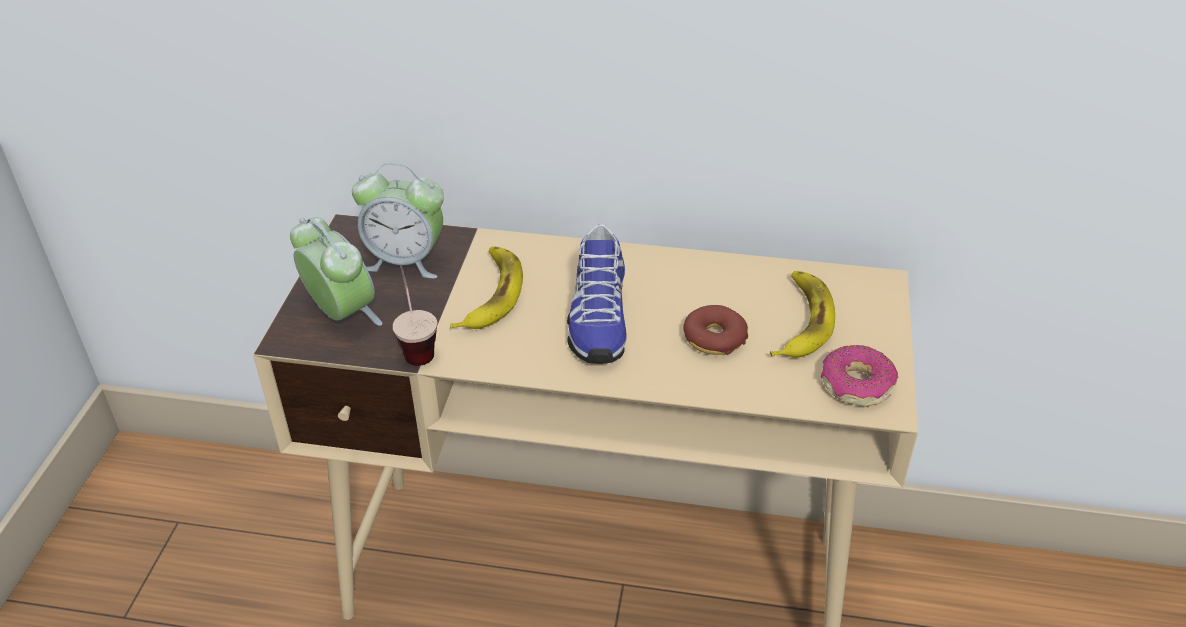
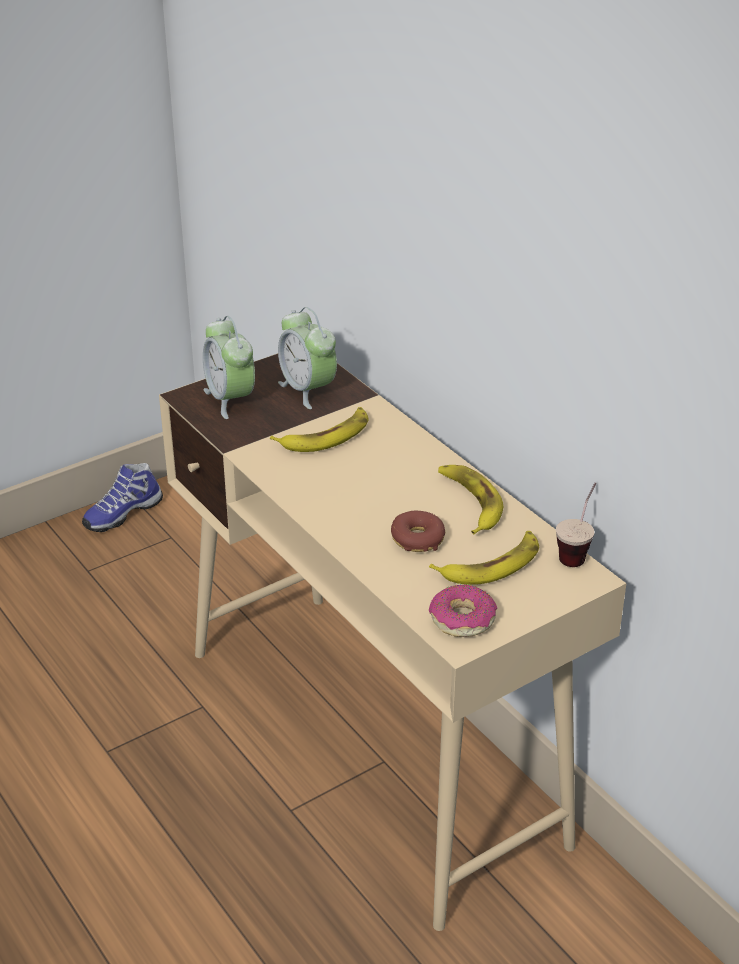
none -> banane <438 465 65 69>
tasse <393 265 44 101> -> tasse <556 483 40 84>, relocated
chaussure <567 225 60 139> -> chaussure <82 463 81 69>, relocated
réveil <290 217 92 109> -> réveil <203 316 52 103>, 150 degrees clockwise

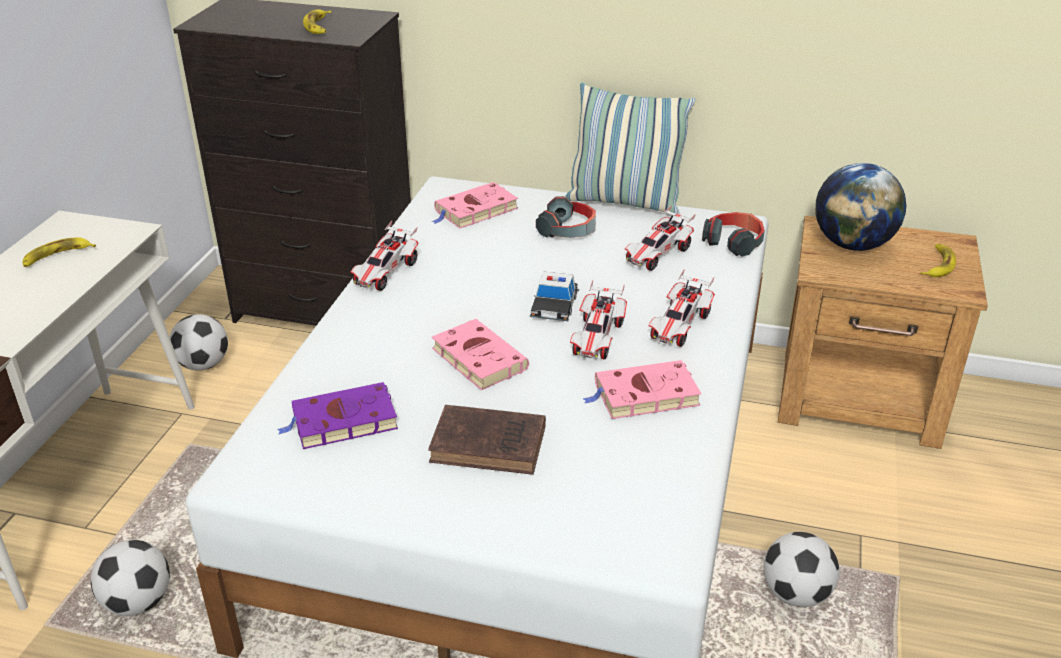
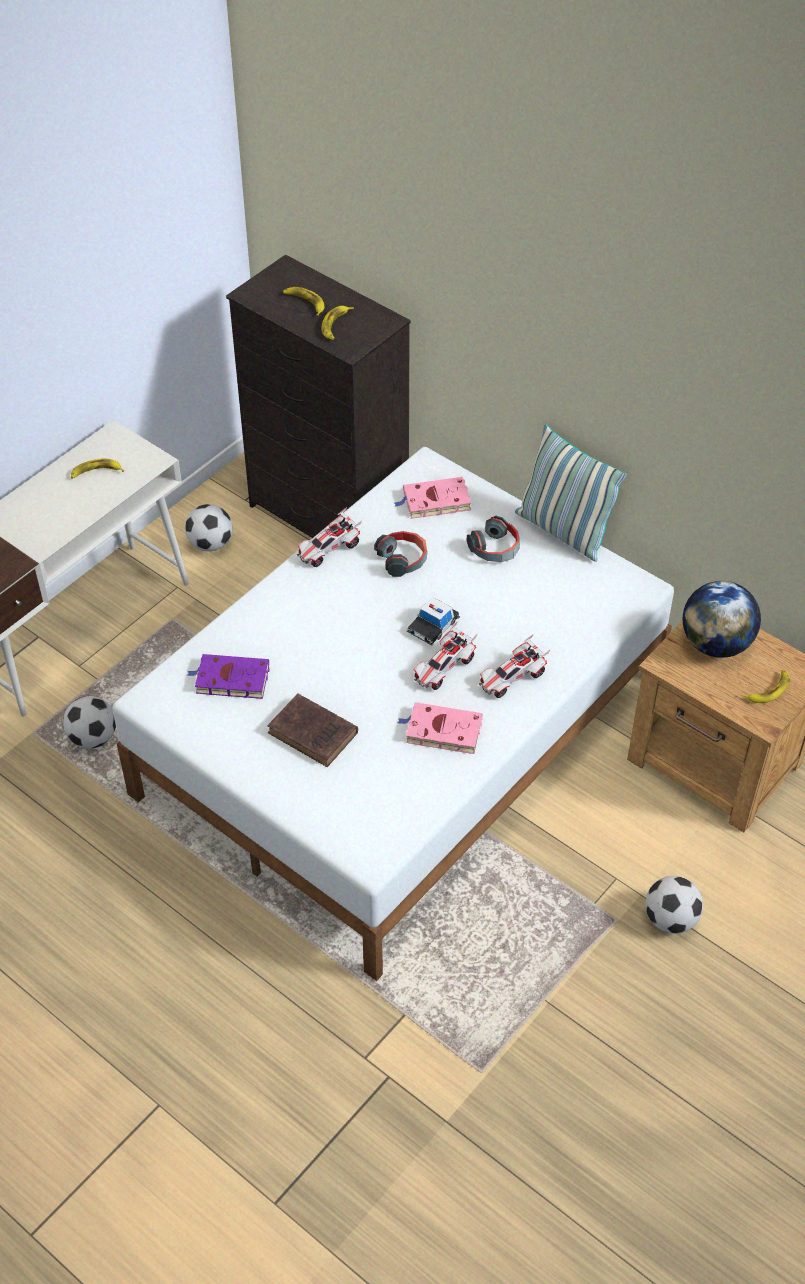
livre [rose] <431 319 98 71> -> none
petite voiture <625 205 71 66> -> none
none -> banane <283 287 41 29>
casque audio <702 212 63 45> -> casque audio <374 531 53 46>, relocated
ballon de foot <763 532 76 75> -> ballon de foot <645 876 58 58>, relocated

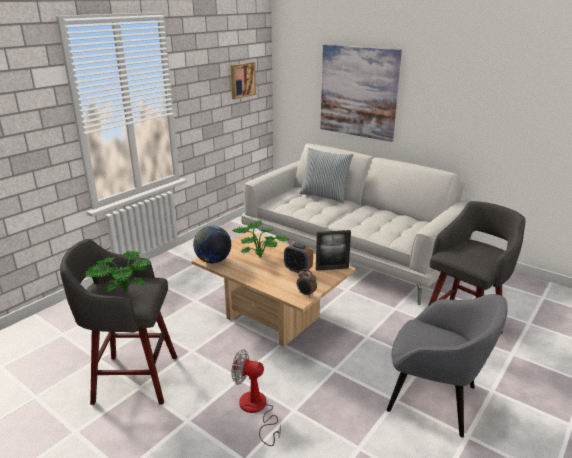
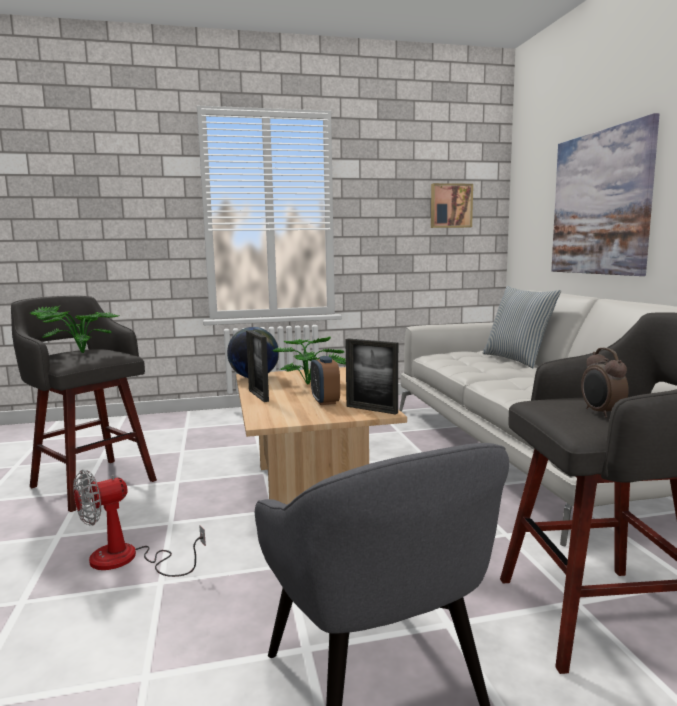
none -> cadre photo <246 330 23 72>
réveil <297 269 20 28> -> réveil <581 348 48 70>, relocated
ventilateur <232 349 49 97> -> ventilateur <73 470 133 107>, 90 degrees counterclockwise

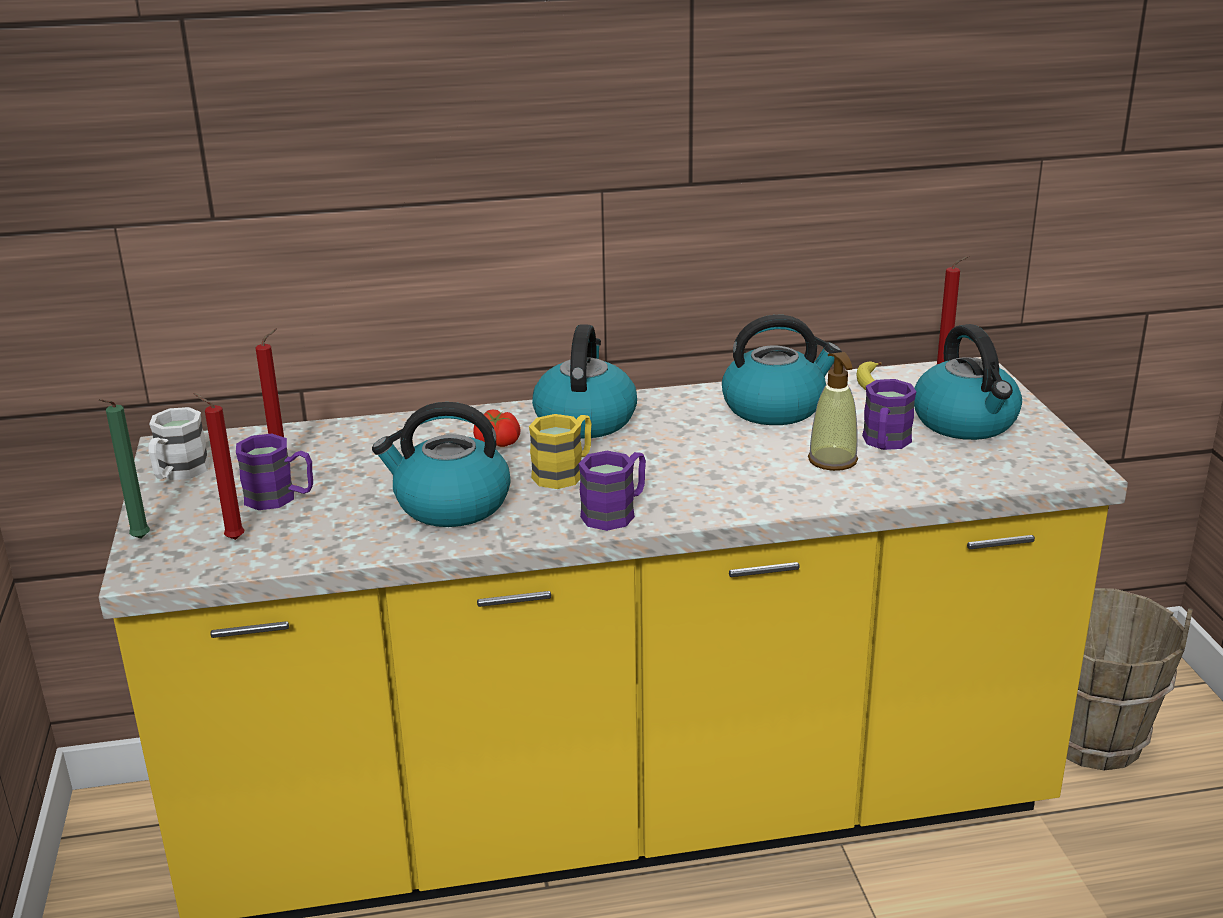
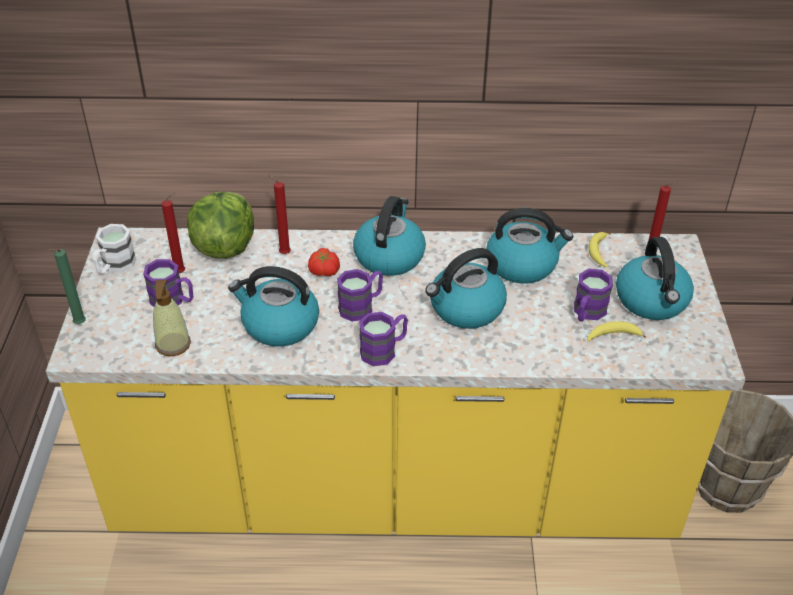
none -> laitue <187 192 67 67>
none -> bouilloire <425 248 82 81>
none -> banane <587 321 59 21>
bougie [rouge] <193 393 51 147> -> bougie [rouge] <268 174 23 80>, relocated
distributeur de savon <808 352 50 119> -> distributeur de savon <153 280 38 76>, relocated
mug [jaune] <529 414 62 75> -> mug [violet] <337 269 46 53>

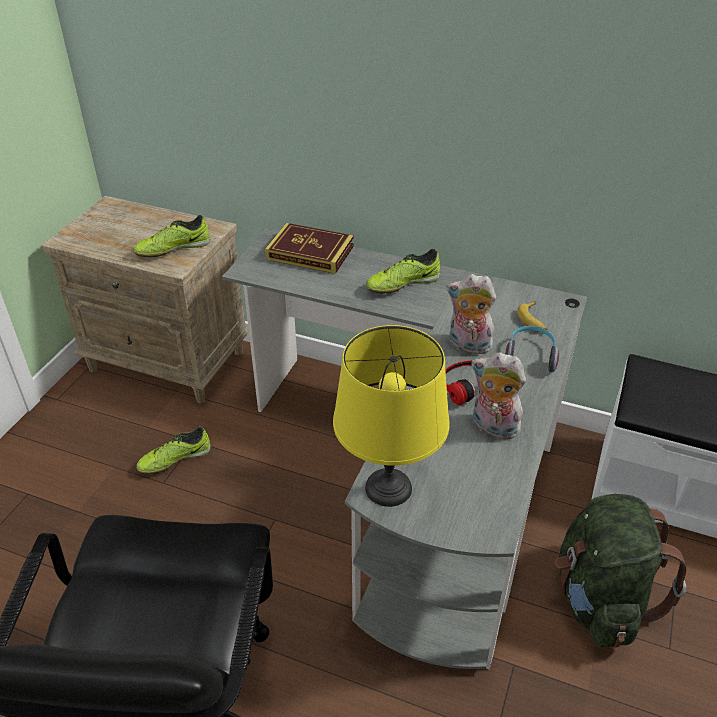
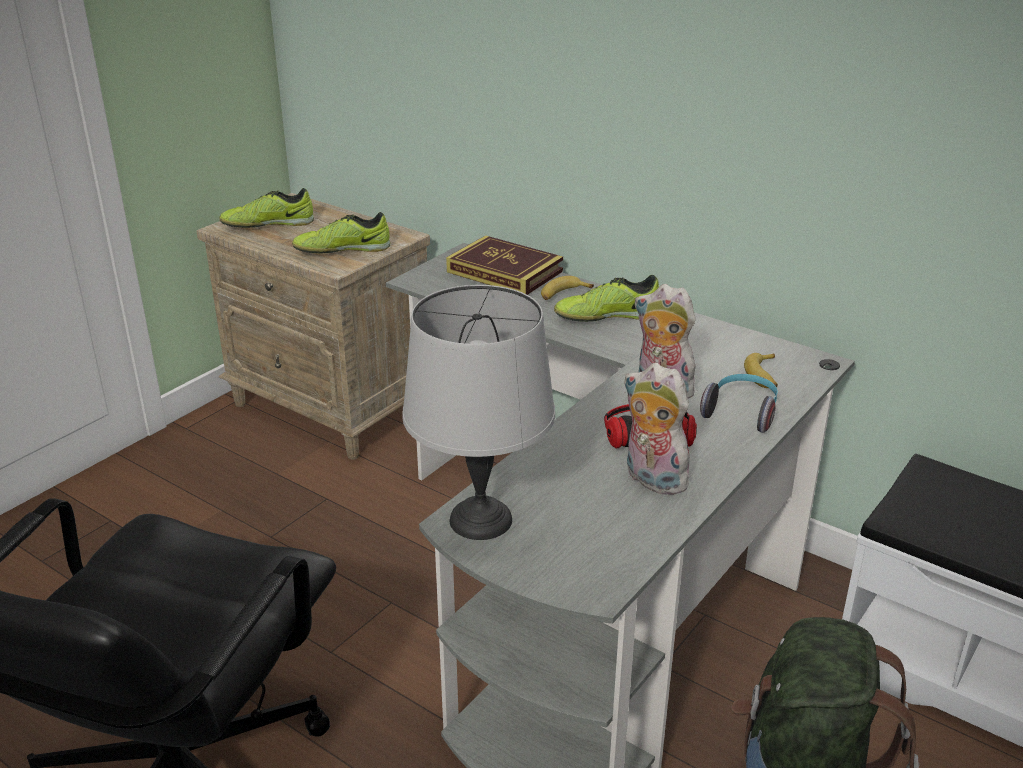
none -> banane <541 276 53 24>
chaussure <136 426 75 48> -> chaussure <219 188 95 40>, relocated
lampe de table [jaune] <333 325 116 182> -> lampe de table [gris] <402 285 153 255>

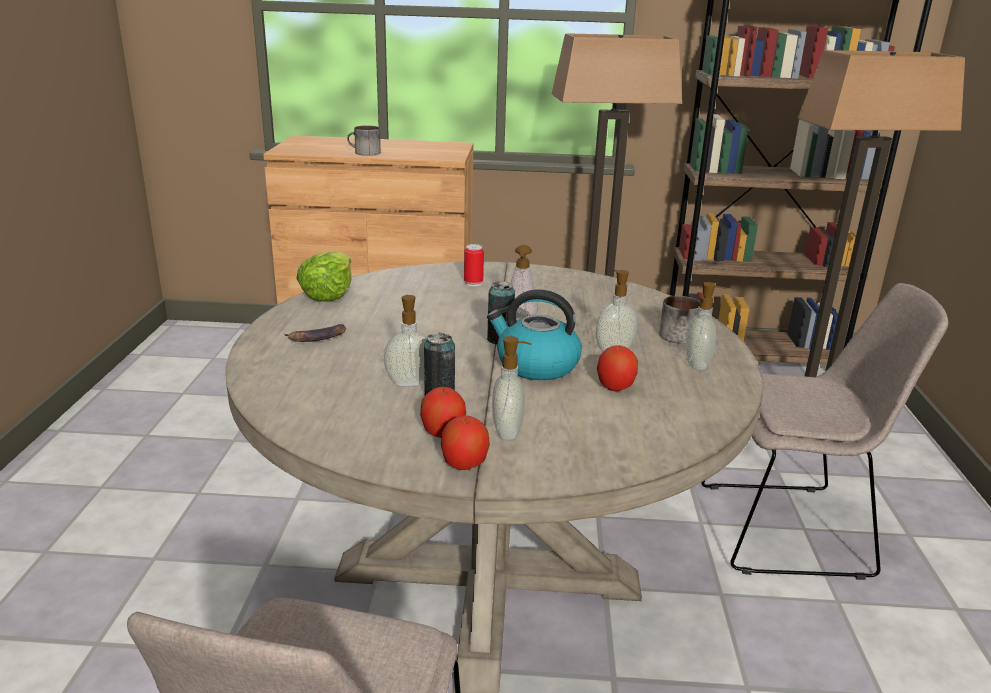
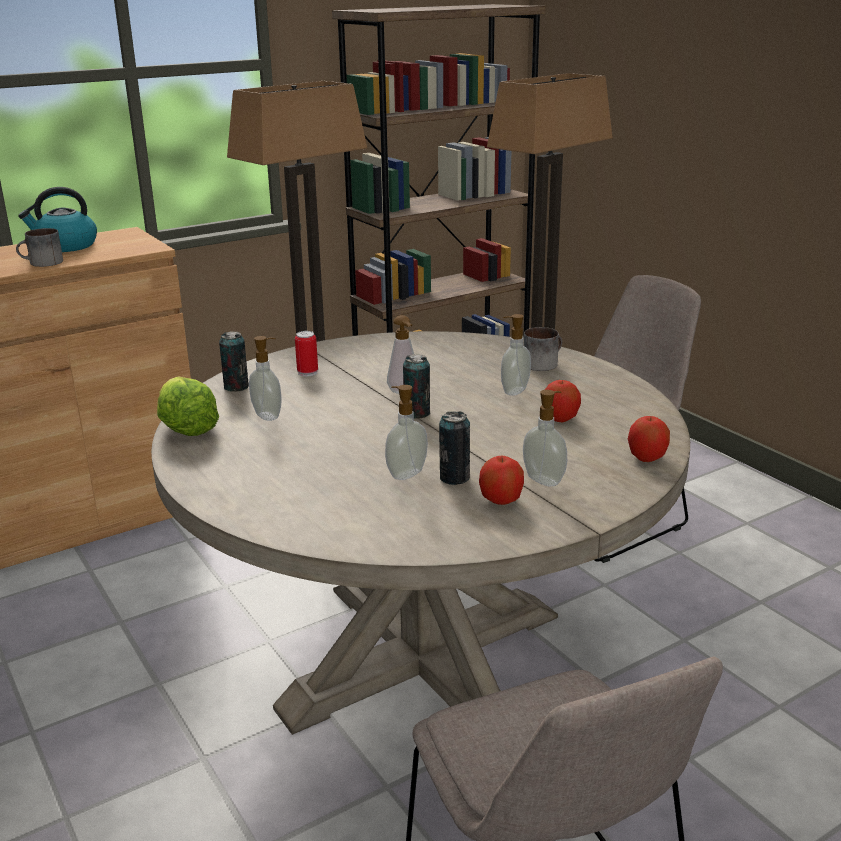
banane <284 324 62 18> -> none
none -> boîte métallique <219 331 30 61>
pomme <441 416 49 54> -> pomme <628 416 42 46>, relocated
bouilloire <487 289 95 91> -> bouilloire <18 187 79 65>, relocated
distributeur de savon <686 282 40 88> -> distributeur de savon <249 336 32 85>, relocated

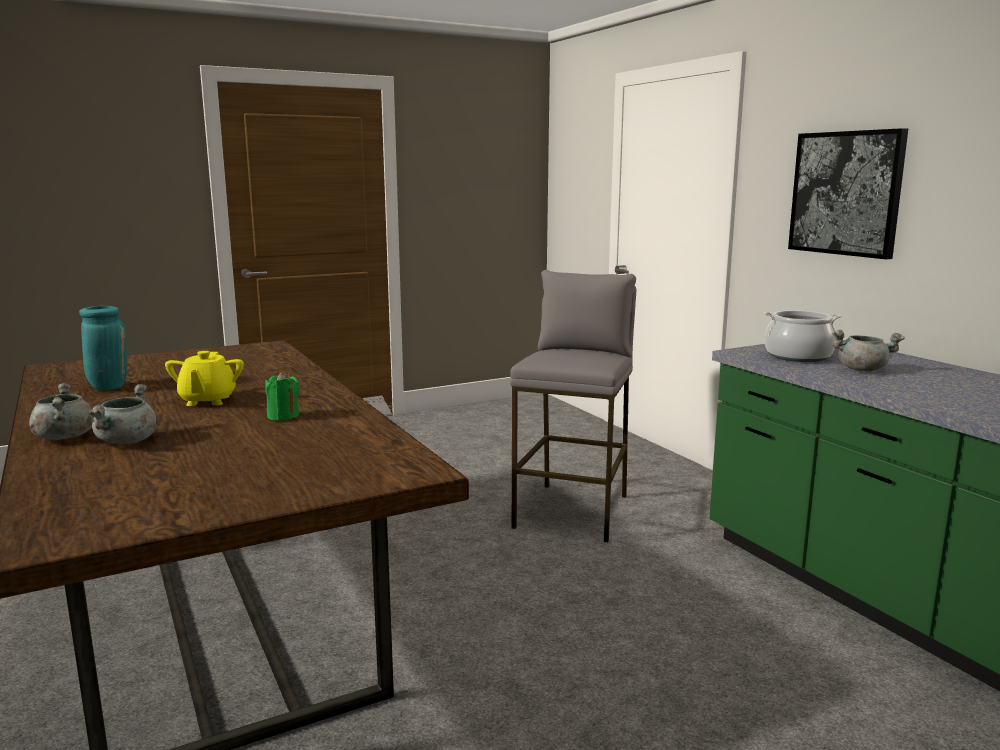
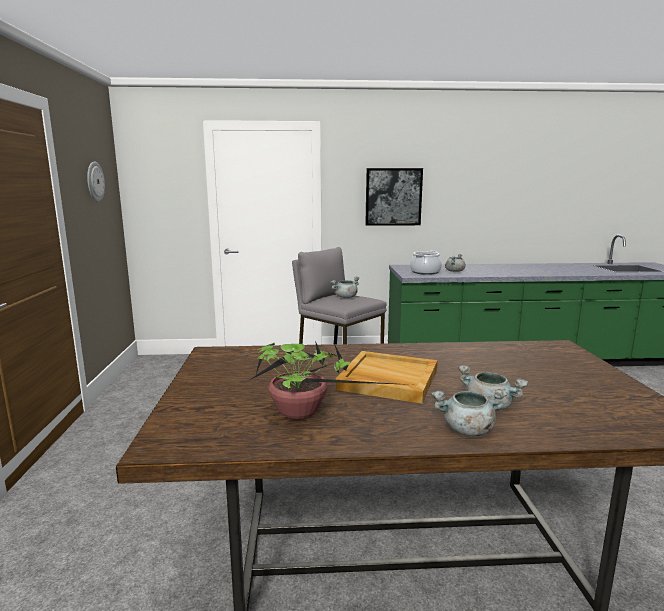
bougie [vert] <265 372 34 49> -> none
none -> horloge murale <87 162 18 39>
none -> marmite [gris] <330 276 30 22>
vase [turquoise] <79 306 48 85> -> plante en pot <248 341 163 79>
théière [jaune] <165 351 79 55> -> plateau [beige] <336 351 102 53>

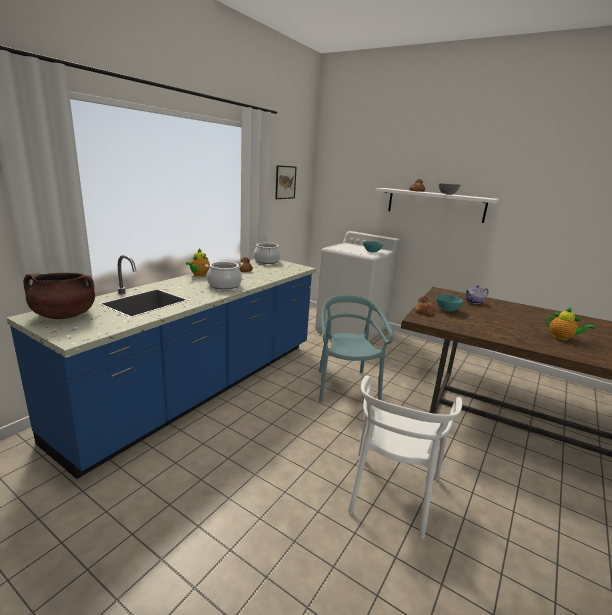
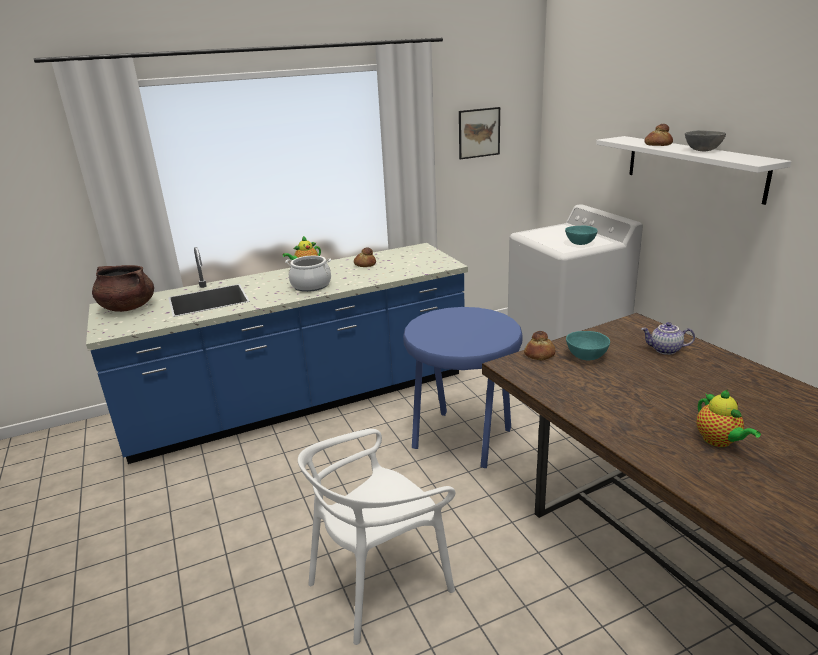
marmite <254 242 27 22> -> none
chaise [turquoise] <319 295 74 107> -> tabouret [bleu] <403 307 120 161>

